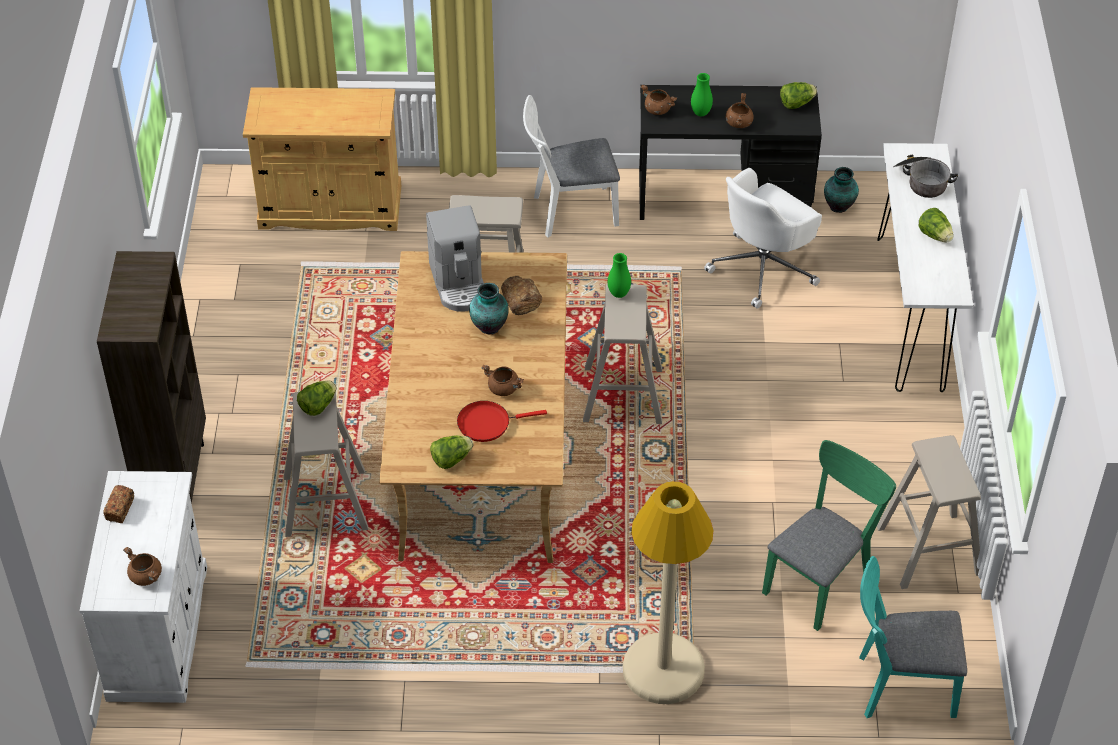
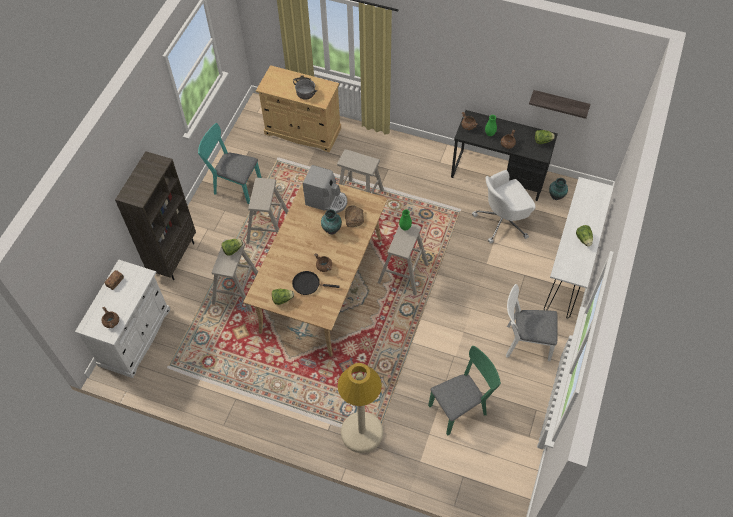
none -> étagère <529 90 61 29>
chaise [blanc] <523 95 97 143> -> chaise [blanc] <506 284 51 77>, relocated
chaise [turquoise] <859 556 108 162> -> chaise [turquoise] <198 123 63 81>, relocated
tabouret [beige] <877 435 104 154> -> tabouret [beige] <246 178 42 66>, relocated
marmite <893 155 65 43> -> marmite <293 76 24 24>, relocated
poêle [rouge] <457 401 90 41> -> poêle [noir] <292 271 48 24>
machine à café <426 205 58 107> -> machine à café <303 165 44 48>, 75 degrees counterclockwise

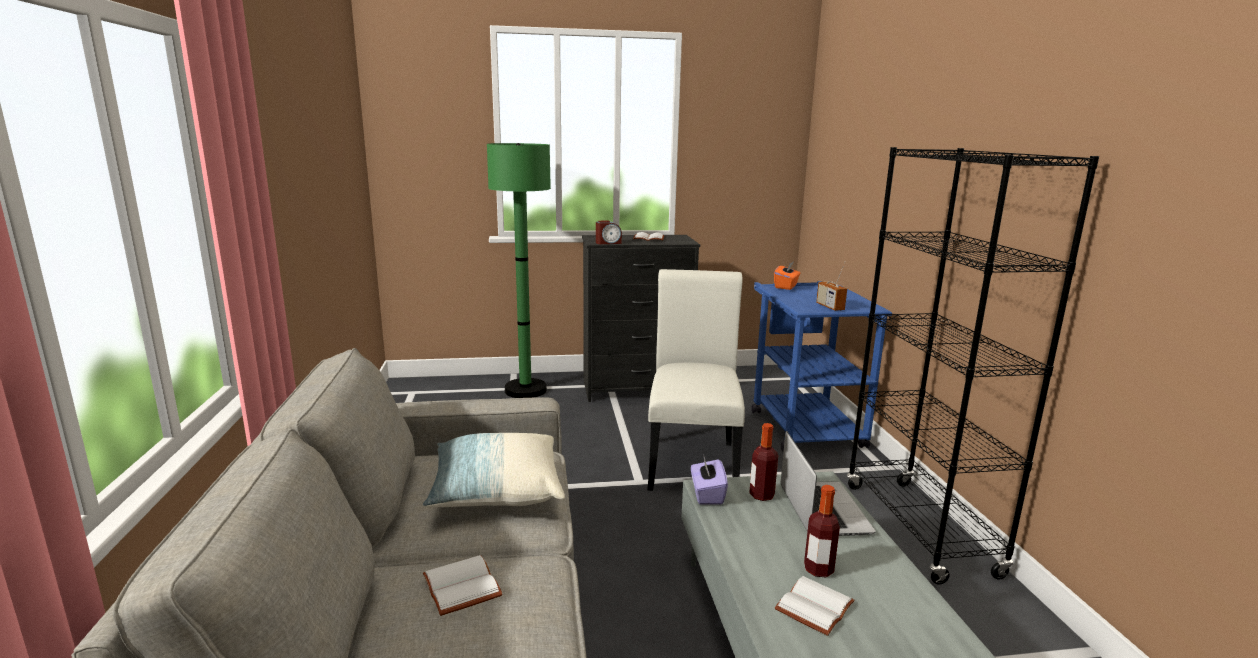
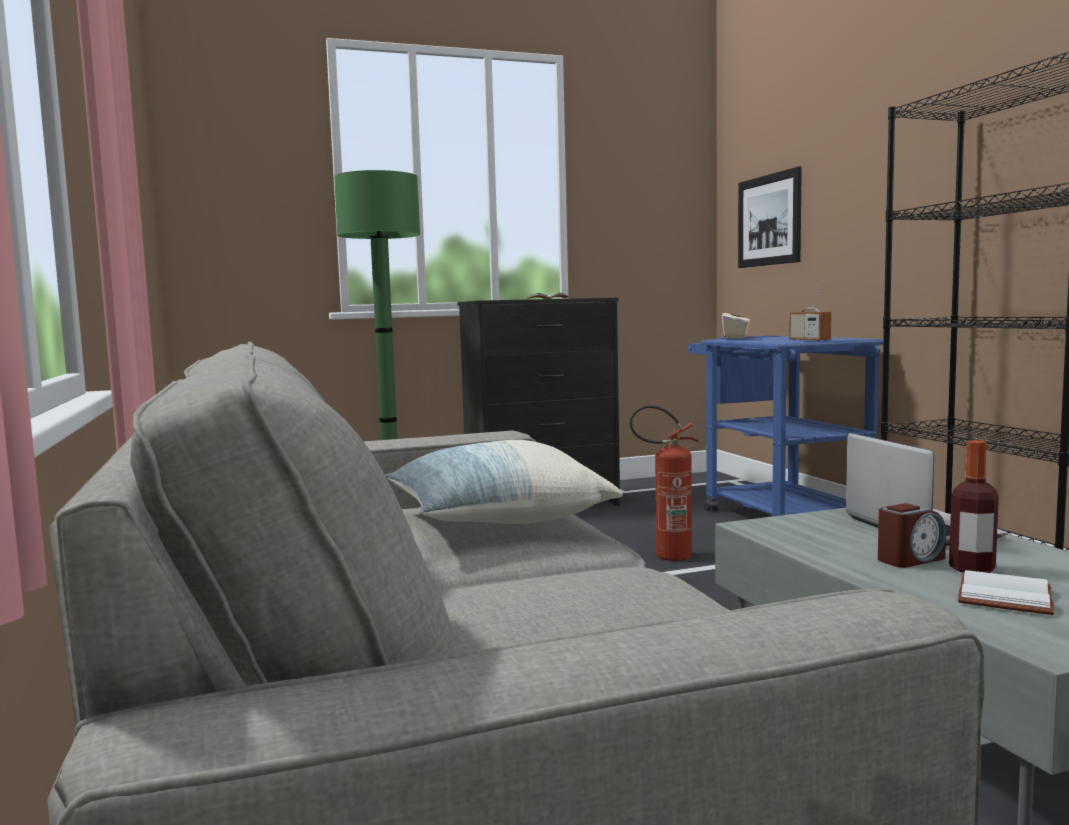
livre [blanc] <423 555 79 61> -> none
boîte à mouchoirs [violet] <691 457 37 47> -> none
bouteille <749 423 29 78> -> none
none -> tableau <738 167 64 101>
réveil <596 220 26 24> -> réveil <878 503 68 65>, relocated
chaise [blanc] <647 269 98 222> -> extincteur <630 405 68 156>
boîte à mouchoirs [orange] <774 262 27 28> -> boîte à mouchoirs [beige] <722 305 28 33>

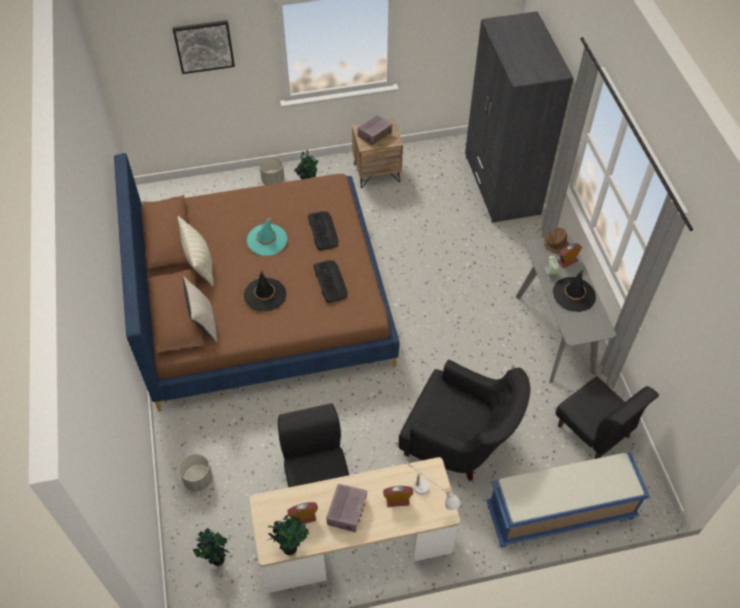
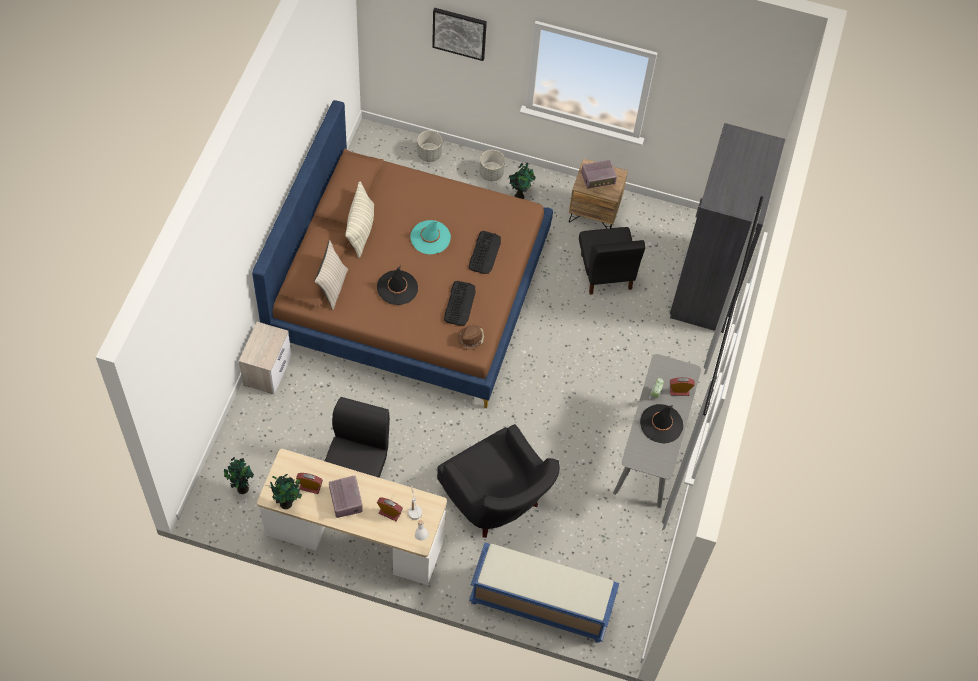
none -> table de chevet <239 322 52 72>
cache-pot [gris] <179 454 34 37> -> cache-pot [gris] <417 131 25 31>, relocated
chapeau [marron] <544 228 26 26> -> chapeau [marron] <457 325 27 25>, relocated
chaise [noir] <555 376 104 83> -> chaise [noir] <579 227 66 68>, relocated
radio <326 484 41 48> -> radio <329 475 34 43>, 60 degrees counterclockwise

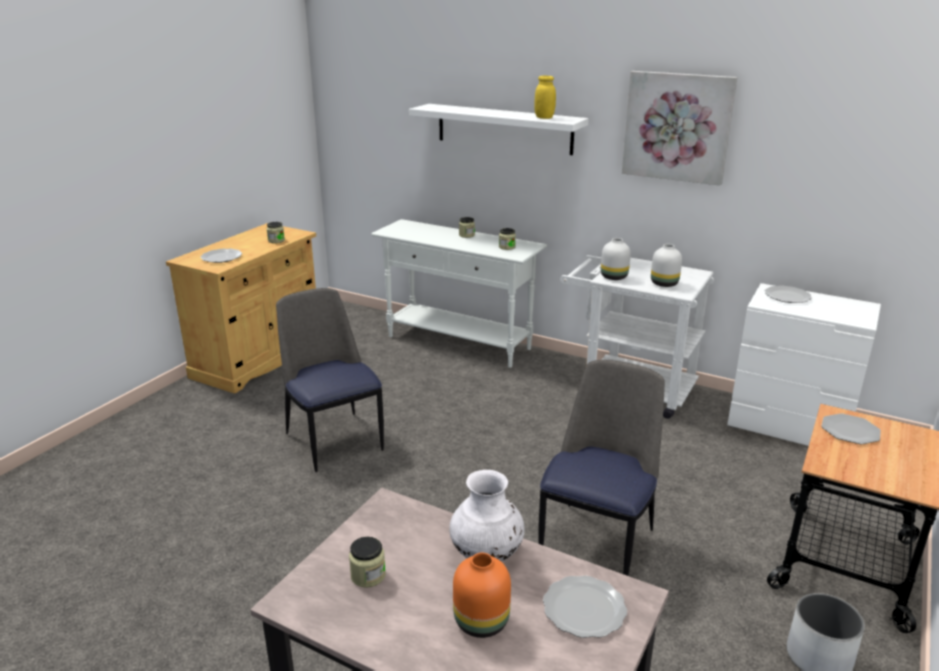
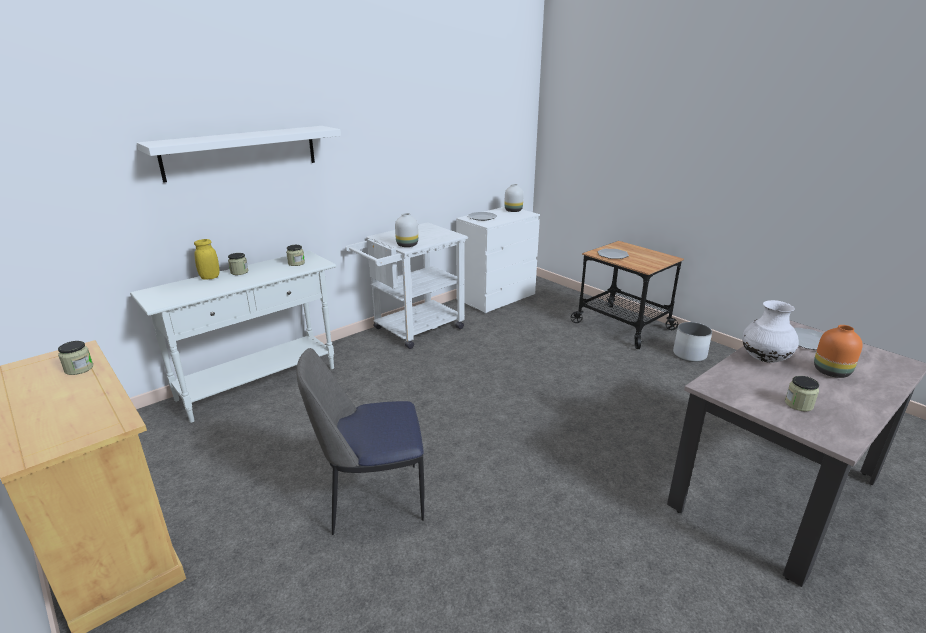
assiette <201 249 41 14> -> none
chaise <538 360 127 216> -> none
tableau <622 71 115 115> -> none
bocal [jaune] <534 76 22 43> -> bocal [jaune] <194 239 25 41>, relocated
vase [blanc] <651 244 31 43> -> vase [blanc] <504 184 20 28>, relocated

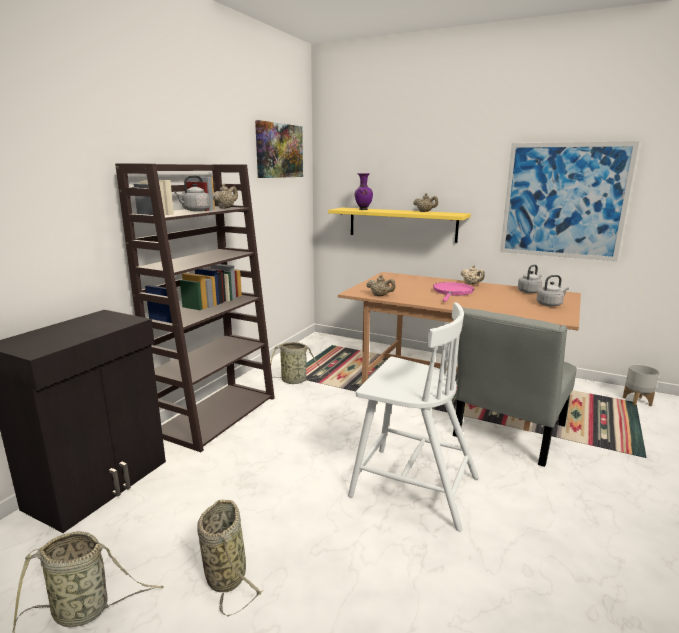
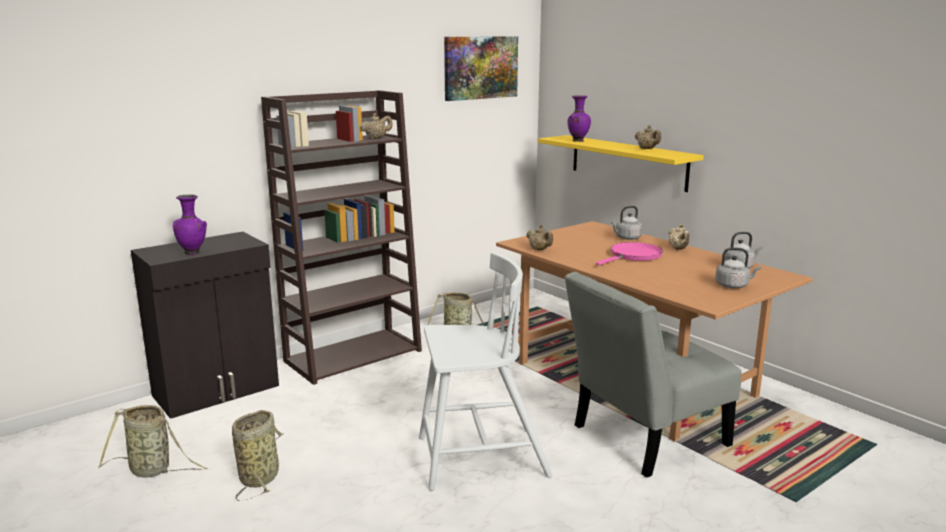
tableau <500 141 139 120> -> none
cache-pot [gris] <623 364 37 42> -> none
none -> vase [violet] <173 194 34 61>
bouilloire [gris] <174 175 37 36> -> bouilloire [gris] <611 206 32 34>, relocated
chaise [blanc] <348 302 131 229> -> chaise [blanc] <419 252 134 239>, 60 degrees counterclockwise

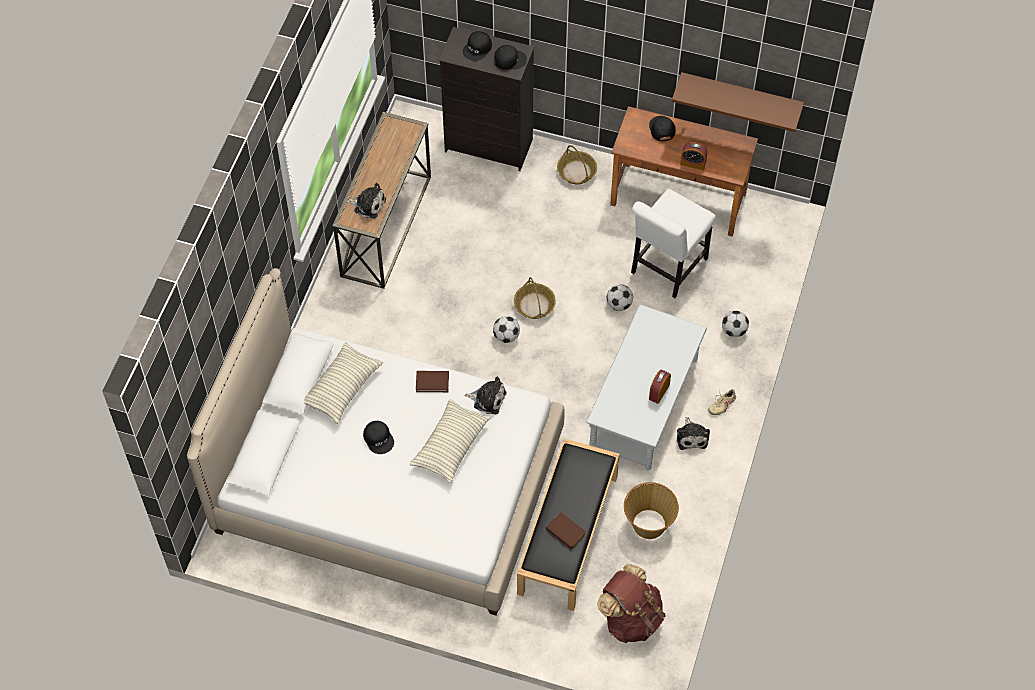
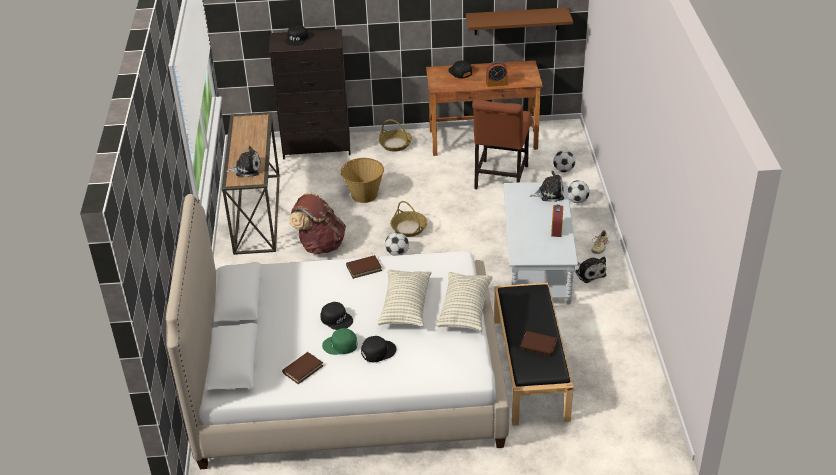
none -> livre [marron] <282 352 41 32>
none -> casquette [vert] <322 328 35 27>
coussin <304 342 79 82> -> coussin <436 272 57 60>, relocated
peluche <464 377 43 37> -> peluche <530 171 34 31>, relocated
casquette [noir] <494 45 33 25> -> casquette [noir] <361 336 35 26>, relocated
sac à dos [marron] <597 564 69 79> -> sac à dos [marron] <289 193 57 61>, relocated
ballon de foot <607 284 26 27> -> ballon de foot <553 150 23 22>, relocated
panier <624 482 55 57> -> panier <341 158 43 45>, relocated
chaise [blanc] <631 189 85 109> -> chaise [marron] <472 100 59 89>

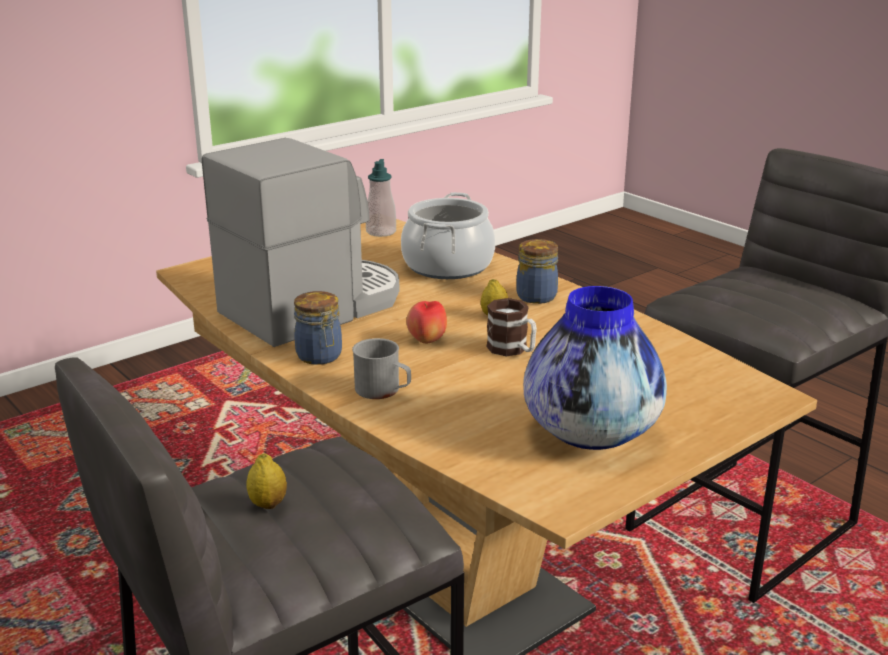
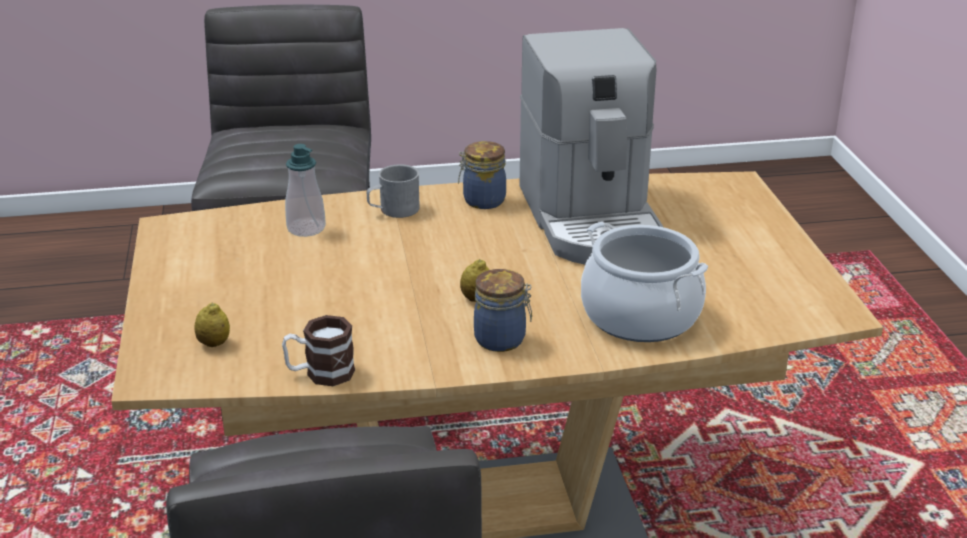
pomme <406 301 41 43> -> none
vase <523 286 144 164> -> none
citron <246 454 41 55> -> citron <194 303 36 44>, relocated
distributeur de savon <366 159 30 78> -> distributeur de savon <285 144 41 93>, relocated
mug <486 298 51 58> -> mug <282 315 73 71>, relocated

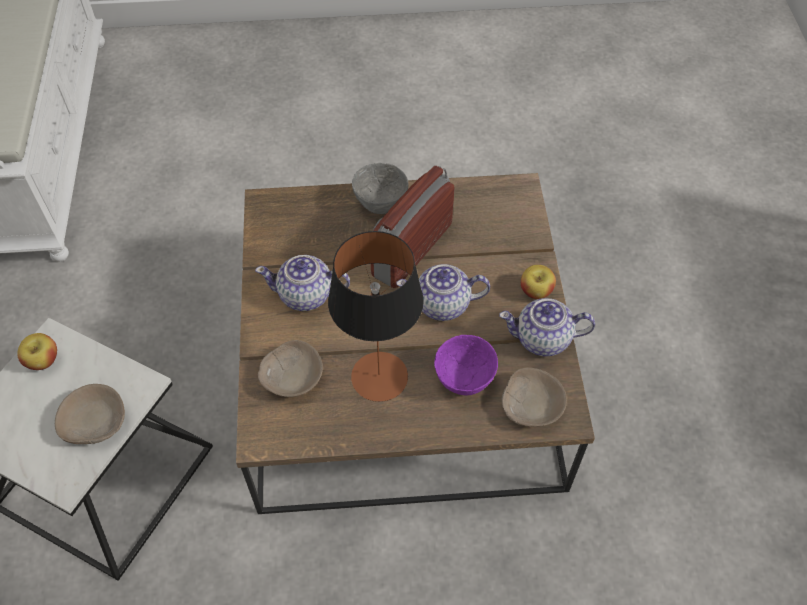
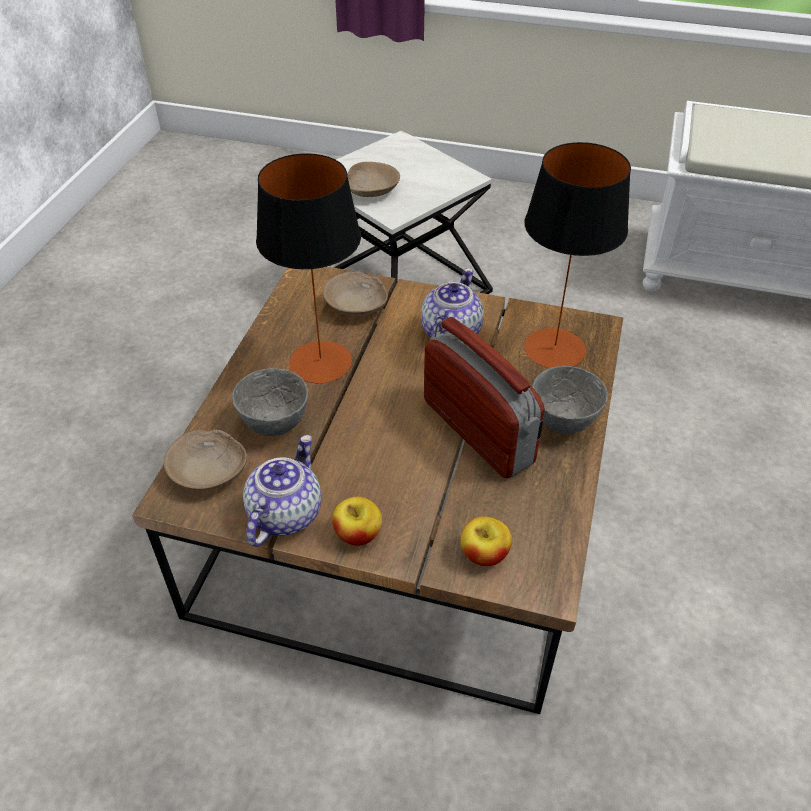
théière <396 264 94 57> -> none
none -> lampe de table <524 142 107 226>
pomme <17 333 40 37> -> pomme <461 516 51 50>, relocated
bol [violet] <434 335 64 61> -> bol [gris] <232 368 76 68>

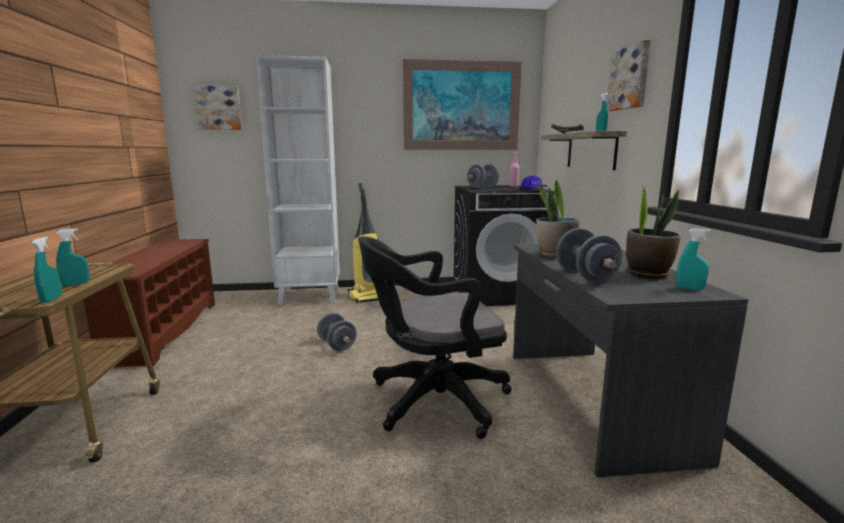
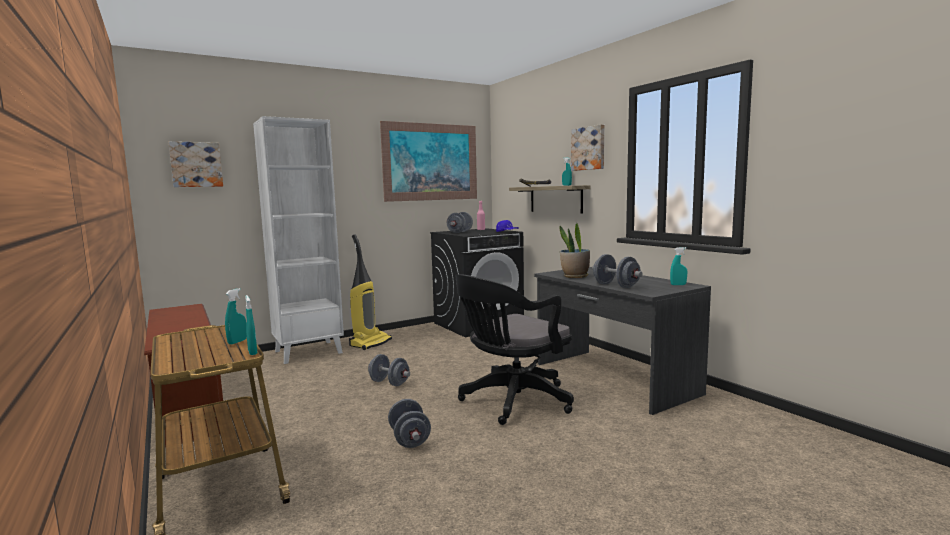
plante en pot <626 183 55 96> -> none
none -> haltère [gris] <388 399 43 49>

